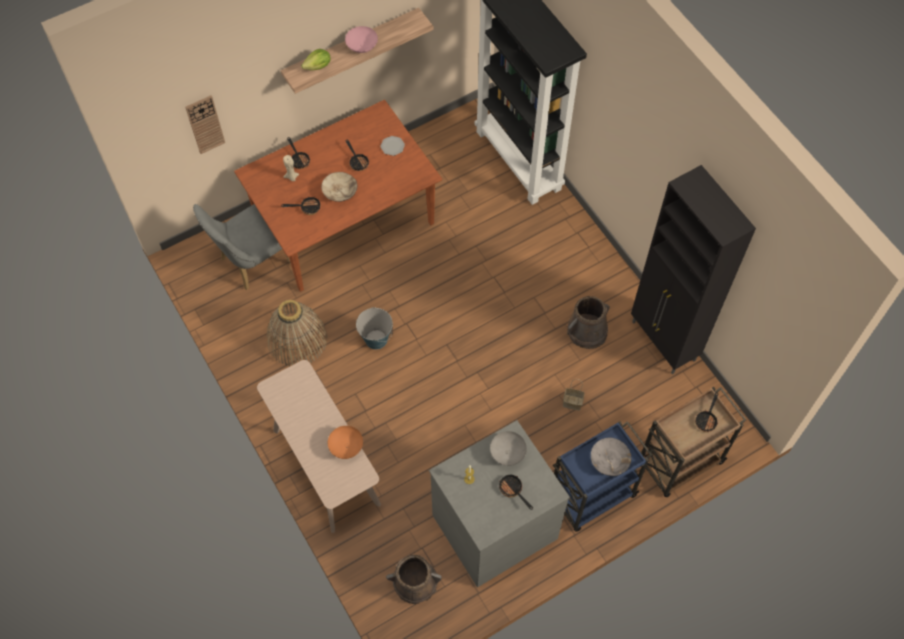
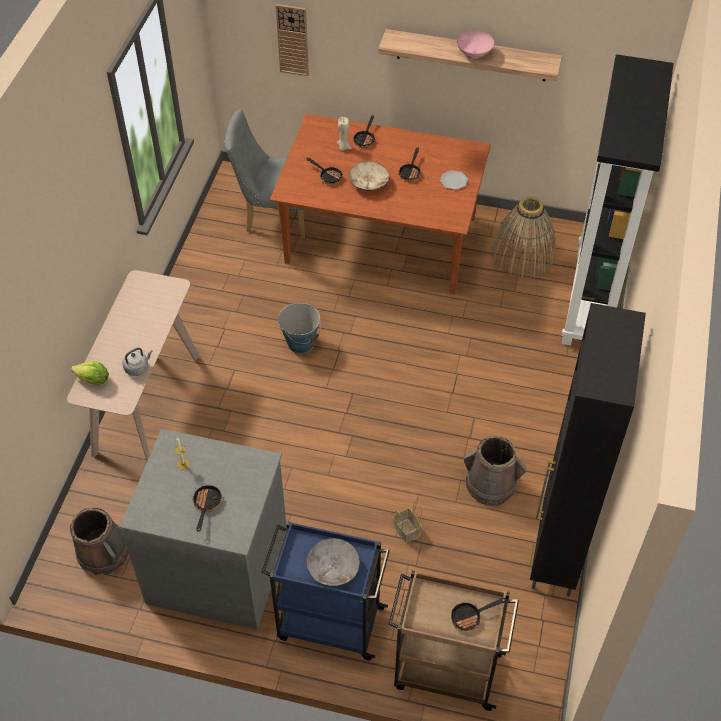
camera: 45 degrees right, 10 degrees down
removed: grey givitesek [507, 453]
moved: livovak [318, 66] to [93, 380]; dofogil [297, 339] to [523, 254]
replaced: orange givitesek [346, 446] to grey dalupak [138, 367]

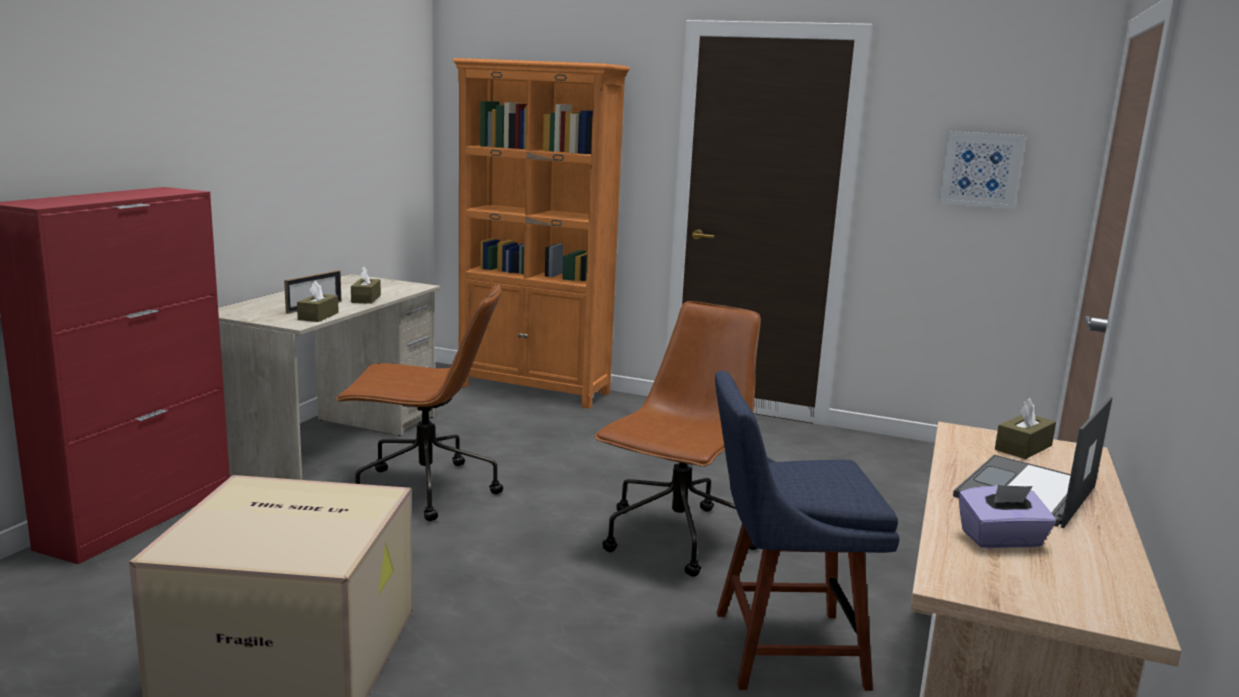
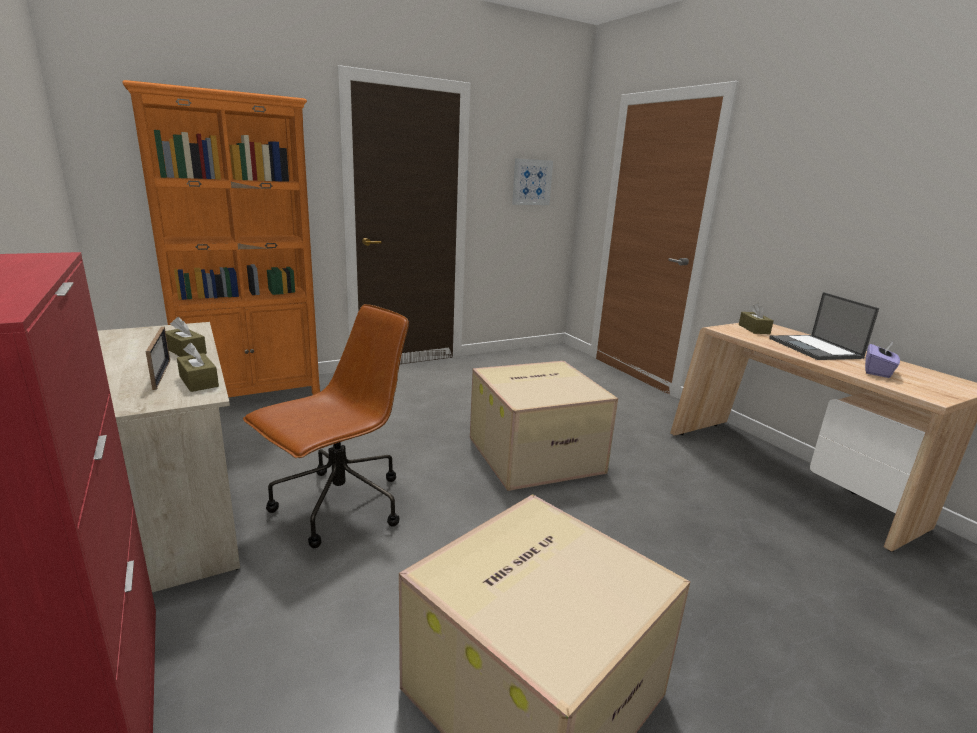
camera: 50 degrees left, 5 degrees up
removed: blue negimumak [779, 649]
replaced: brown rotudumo [676, 539] to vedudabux [535, 453]

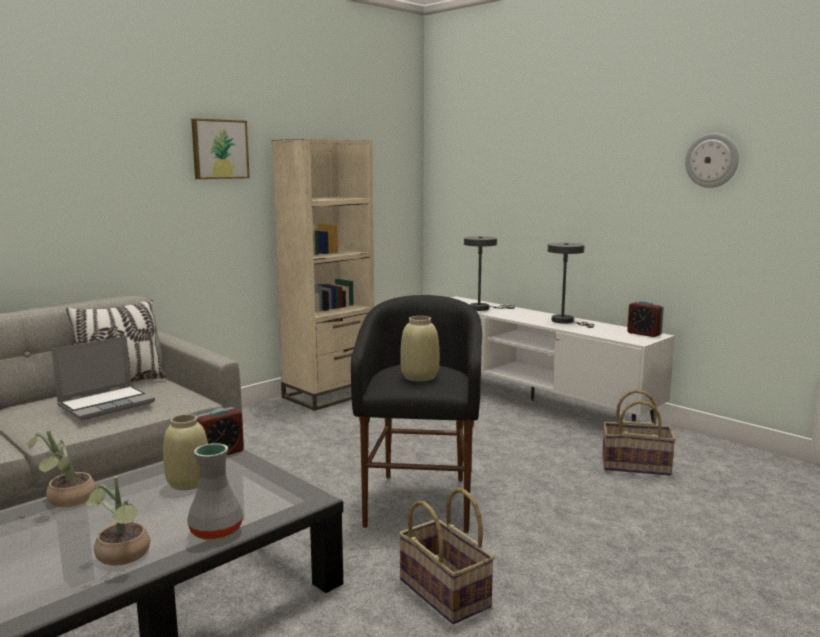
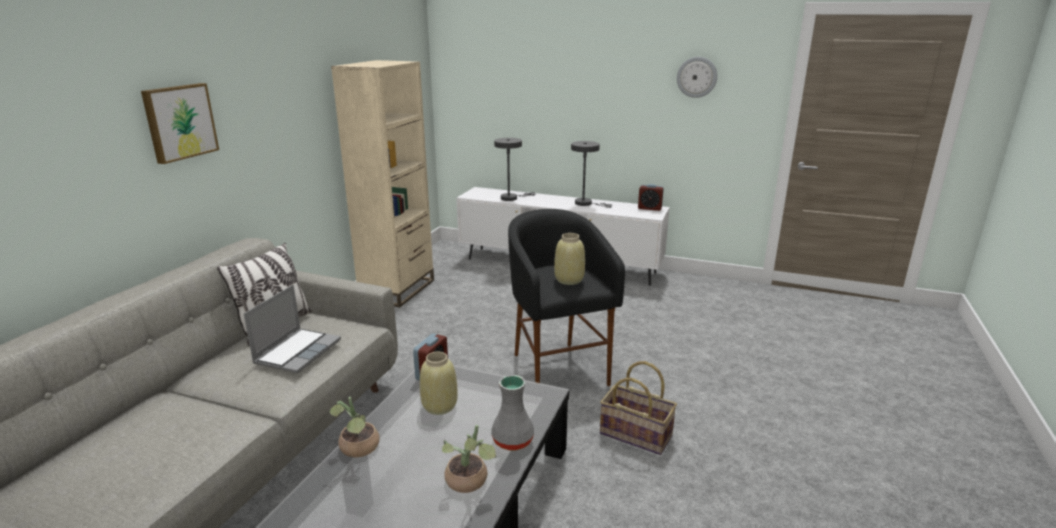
camera: 25 degrees left, 10 degrees up
removed: dofogil [636, 465]
moved: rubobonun [219, 149] to [179, 122]

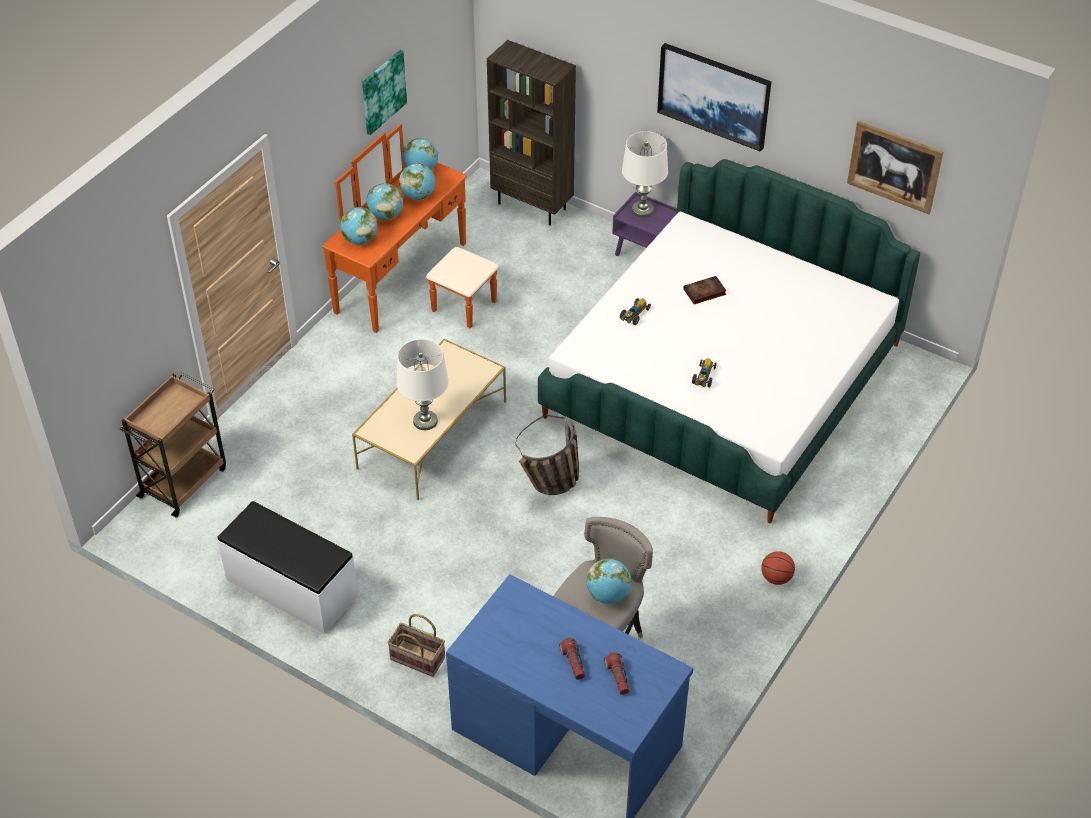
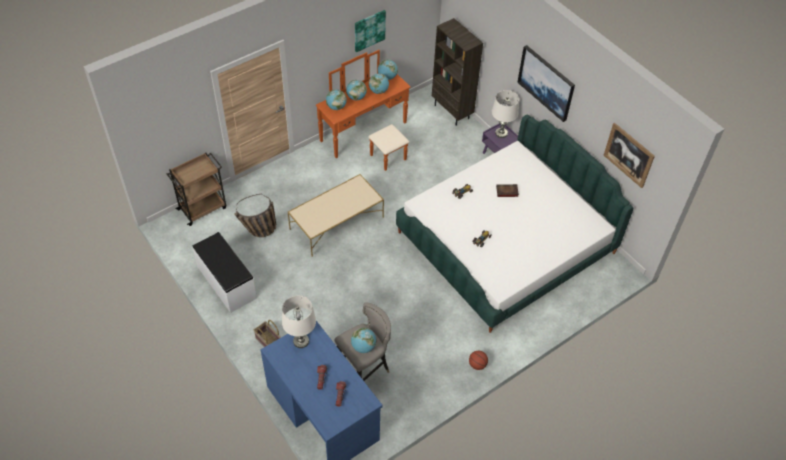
camera: 20 degrees right, 5 degrees up
moved: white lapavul [425, 421] to [301, 341]; dofogil [551, 487] to [258, 232]

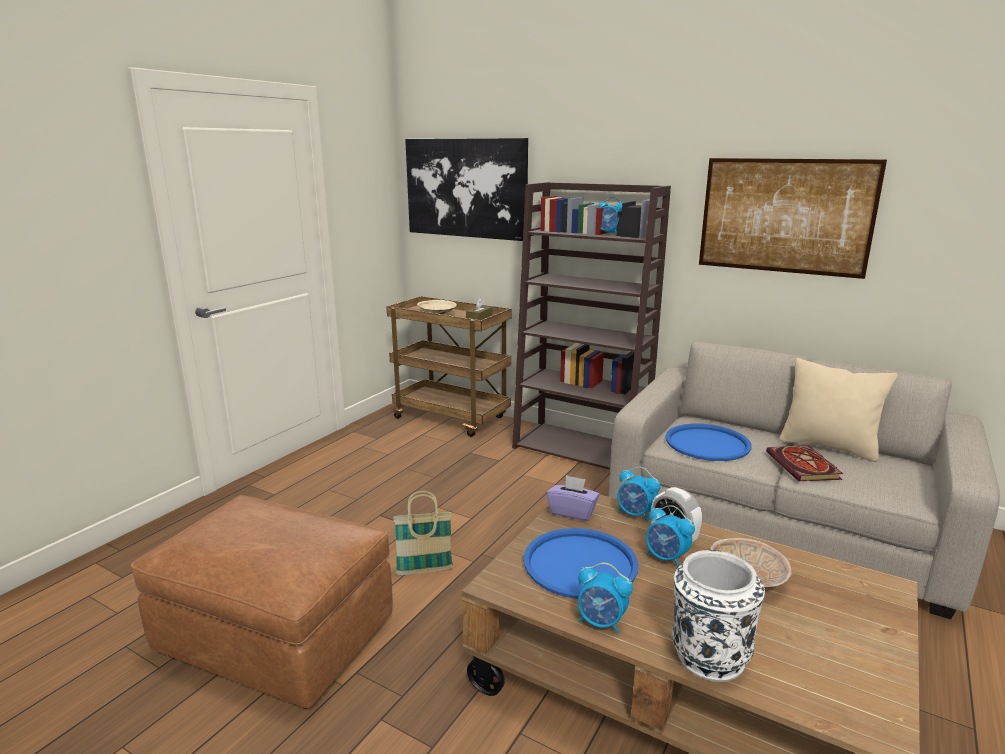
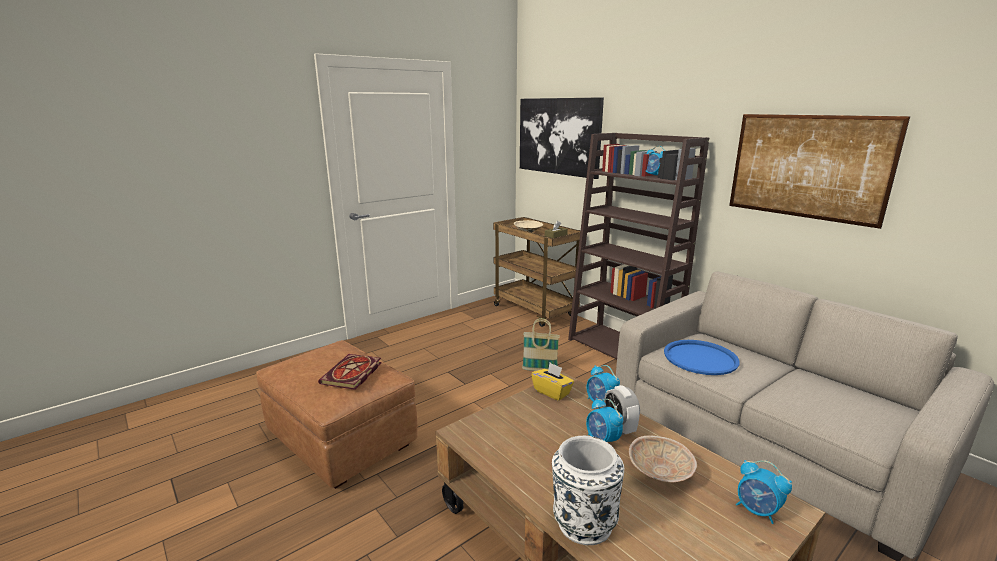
camera: 20 degrees right, 0 degrees up
removed: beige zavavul [828, 446]; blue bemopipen [580, 564]
moved: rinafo [805, 467] to [352, 374]; dofogil [424, 570] to [540, 370]; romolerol [601, 623] to [757, 511]
recoloured: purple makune [572, 512] to yellow makune [552, 392]

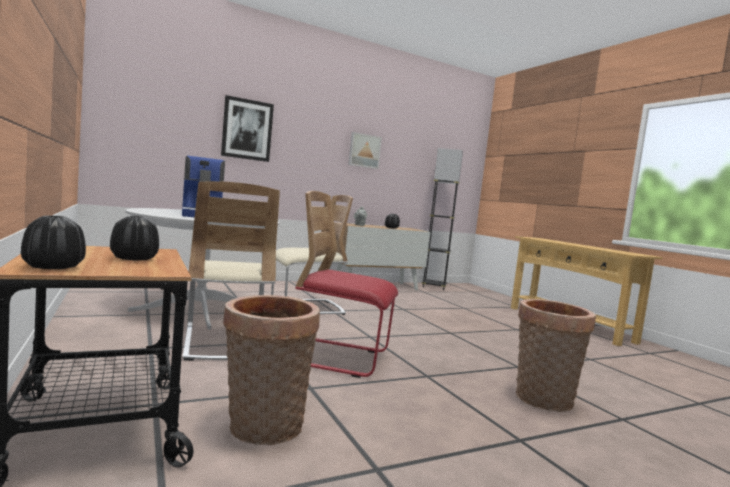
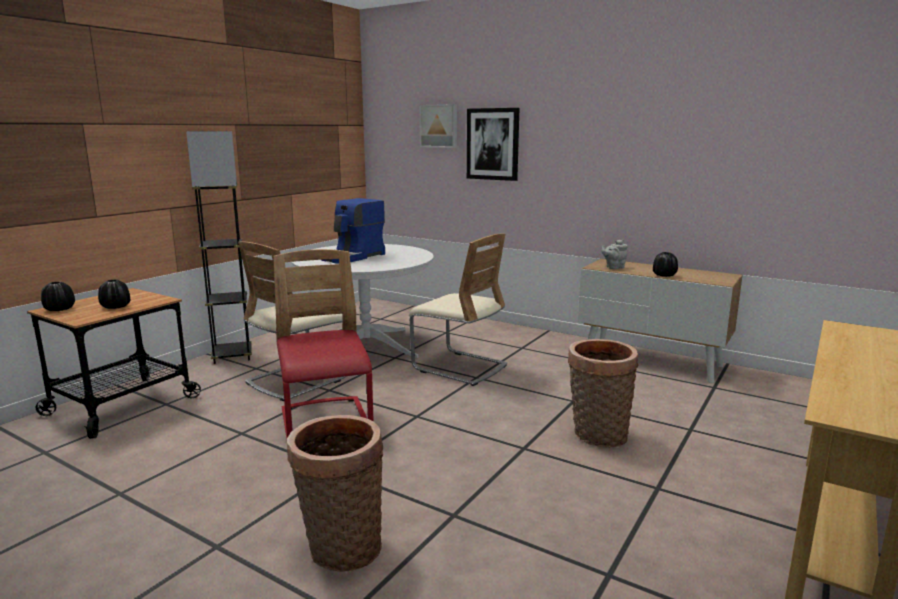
camera: 60 degrees right, 10 degrees up
moved: rubobonun [364, 151] to [439, 126]; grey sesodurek [433, 287] to [232, 356]; dofogil [263, 430] to [597, 436]

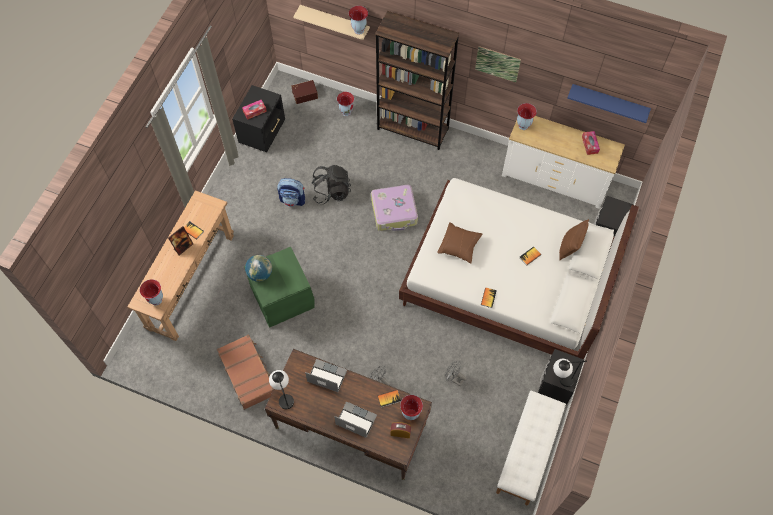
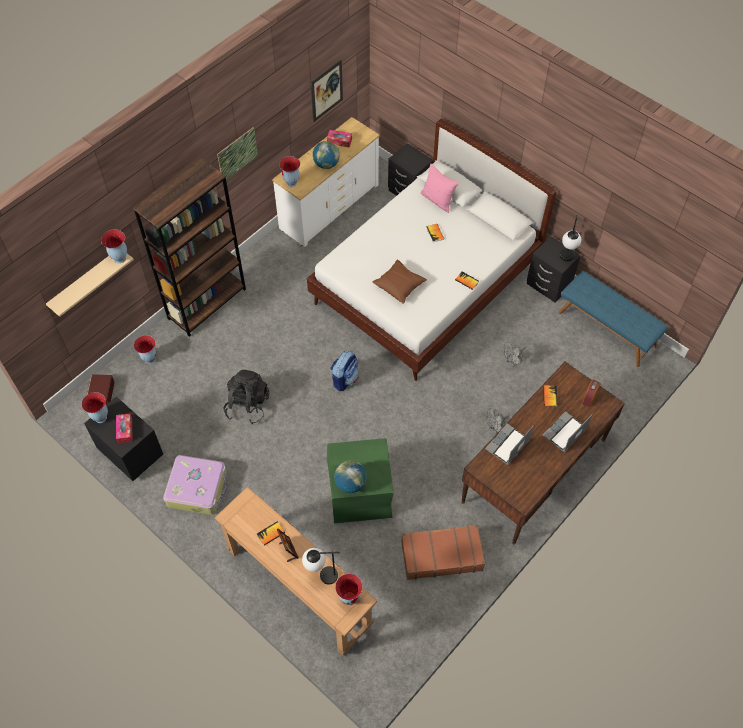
camera: 70 degrees left, 5 degrees down
added: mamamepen [326, 164]
moved: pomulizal [293, 199] to [345, 378]; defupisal [394, 212] to [198, 488]; lapavul [284, 396] to [321, 576]; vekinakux [410, 414] to [100, 418]
replaced: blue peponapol [609, 102] to rubobonun [326, 91]
recoloured: brown zavavul [570, 247] to pink zavavul [437, 200]; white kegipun [527, 453] to blue kegipun [607, 329]

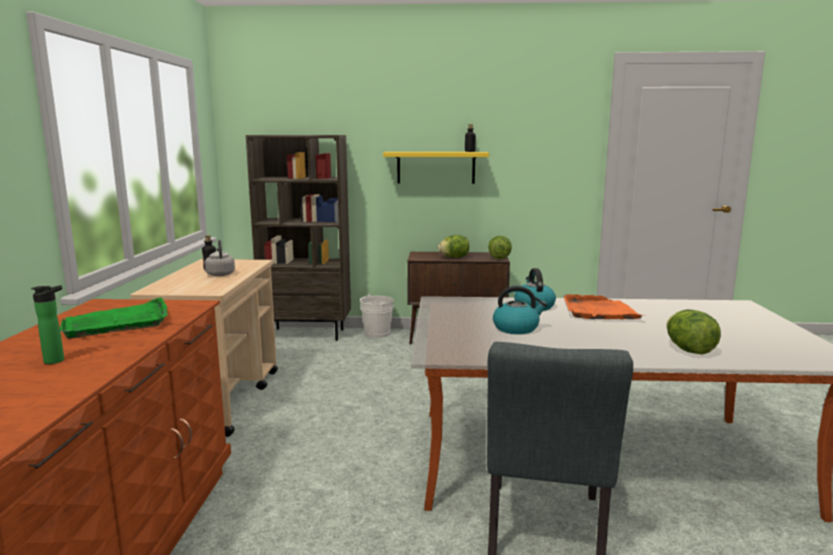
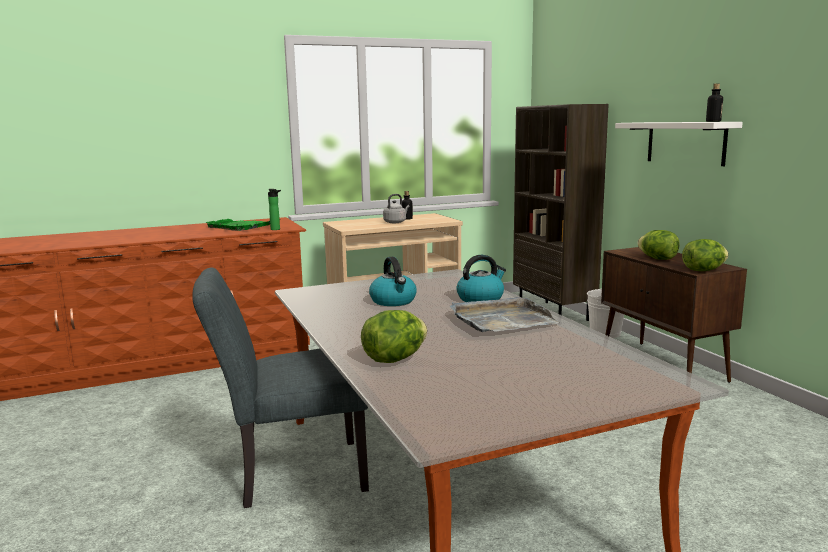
camera: 65 degrees right, 0 degrees up
moved: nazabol [57, 360] to [276, 229]
recoloured: yellow peponapol [436, 167] to white peponapol [685, 142]; orange bemopipen [599, 311] to grey bemopipen [501, 320]

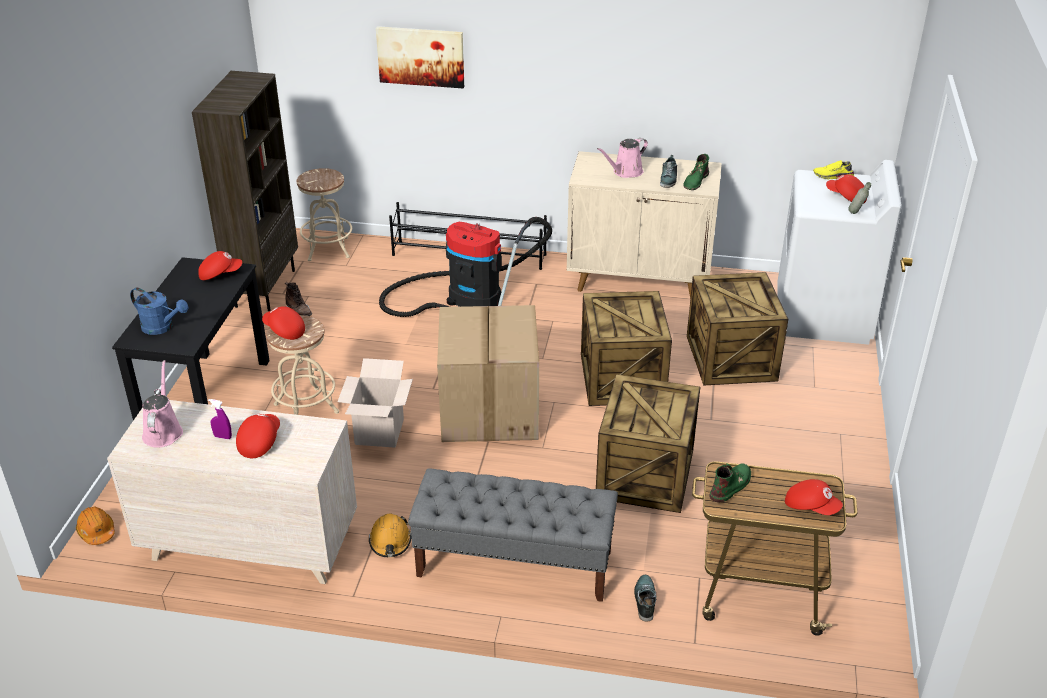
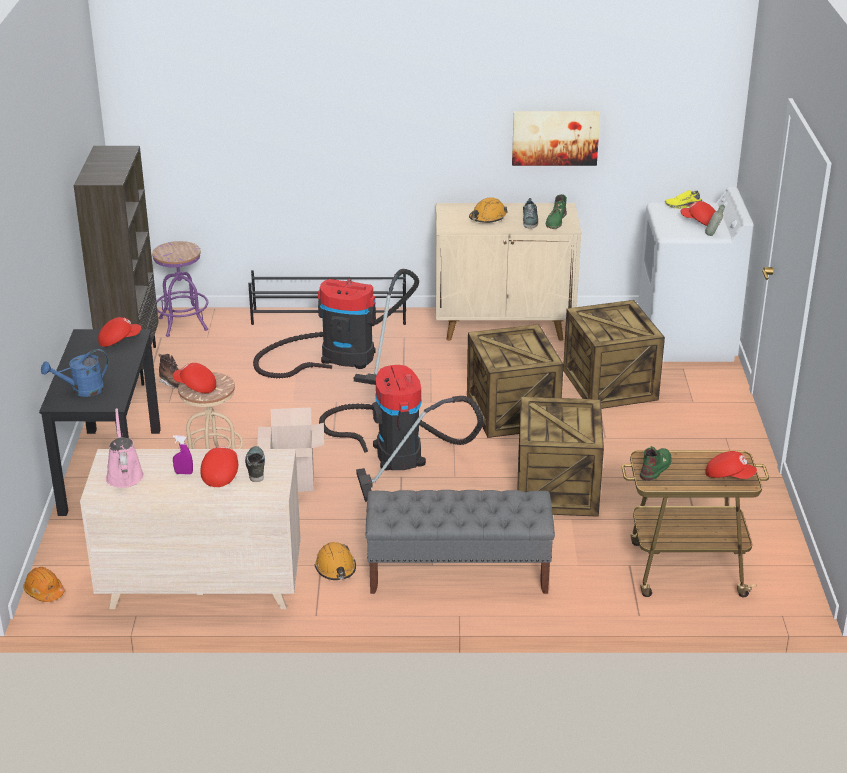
camera: 10 degrees left, 5 degrees down
moved: rubobonun [421, 56] to [555, 137]; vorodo [644, 600] to [255, 467]
replaced: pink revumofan [625, 172] to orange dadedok [487, 218]; vedudabux [491, 411] to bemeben [395, 451]
recoloured: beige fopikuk [328, 249] to purple fopikuk [183, 324]
turned: blue revumofan [162, 327] = [82, 390] 135 degrees clockwise

